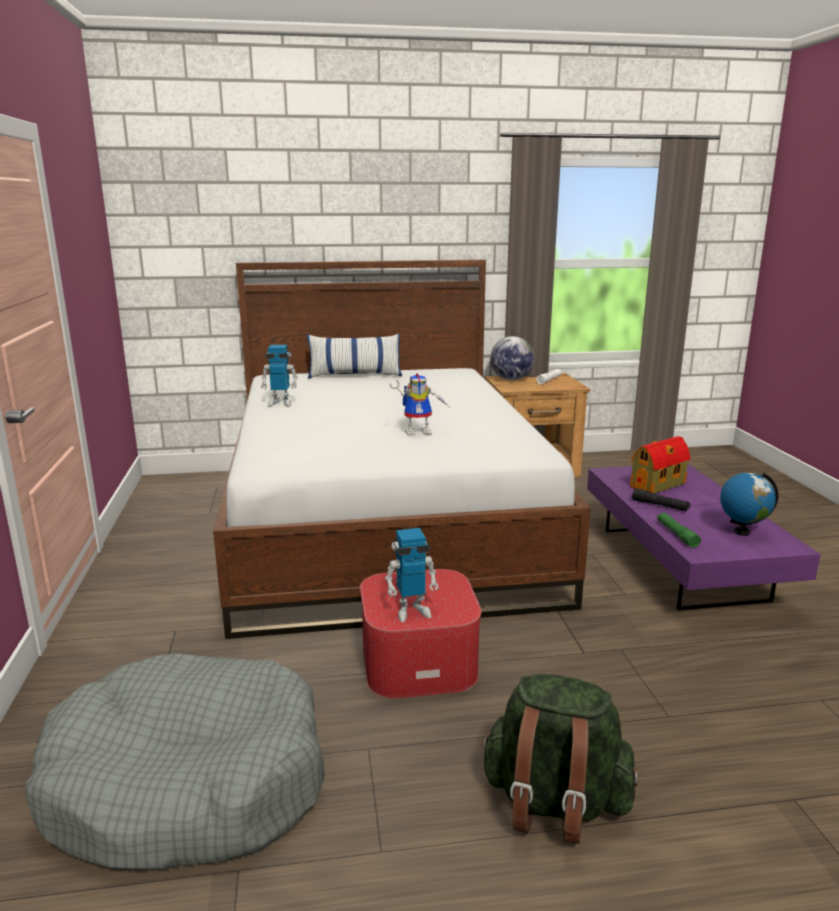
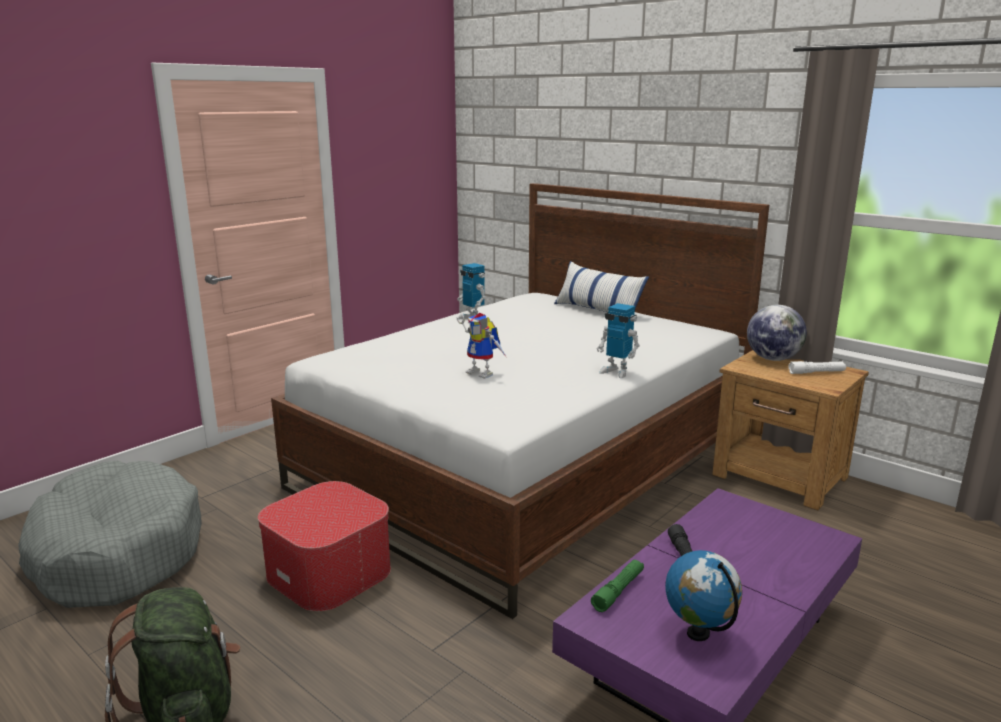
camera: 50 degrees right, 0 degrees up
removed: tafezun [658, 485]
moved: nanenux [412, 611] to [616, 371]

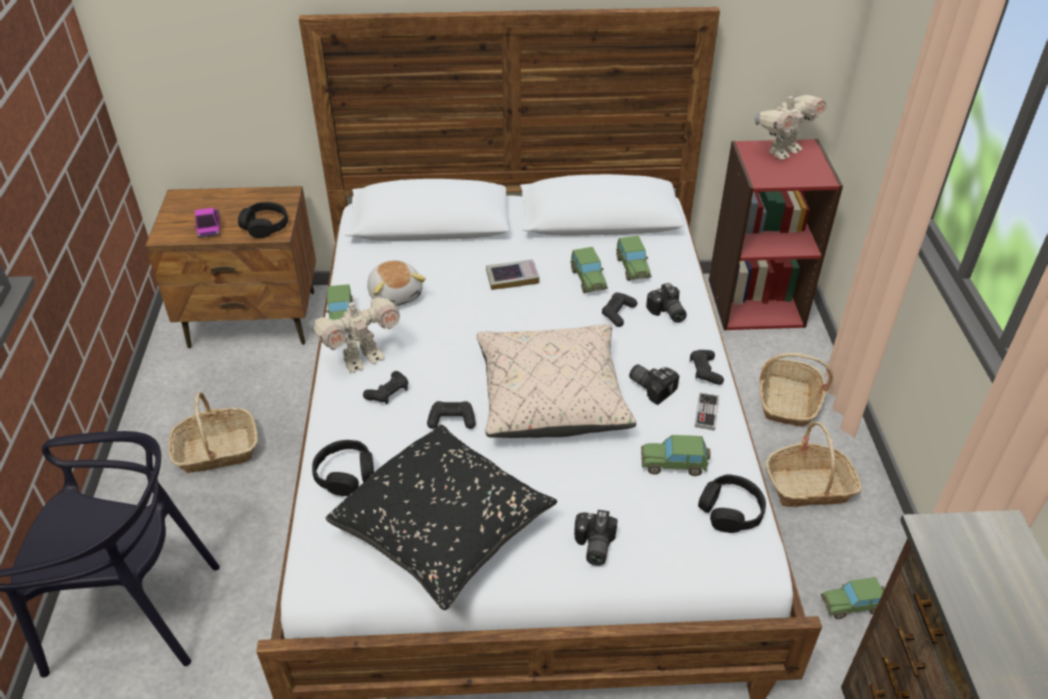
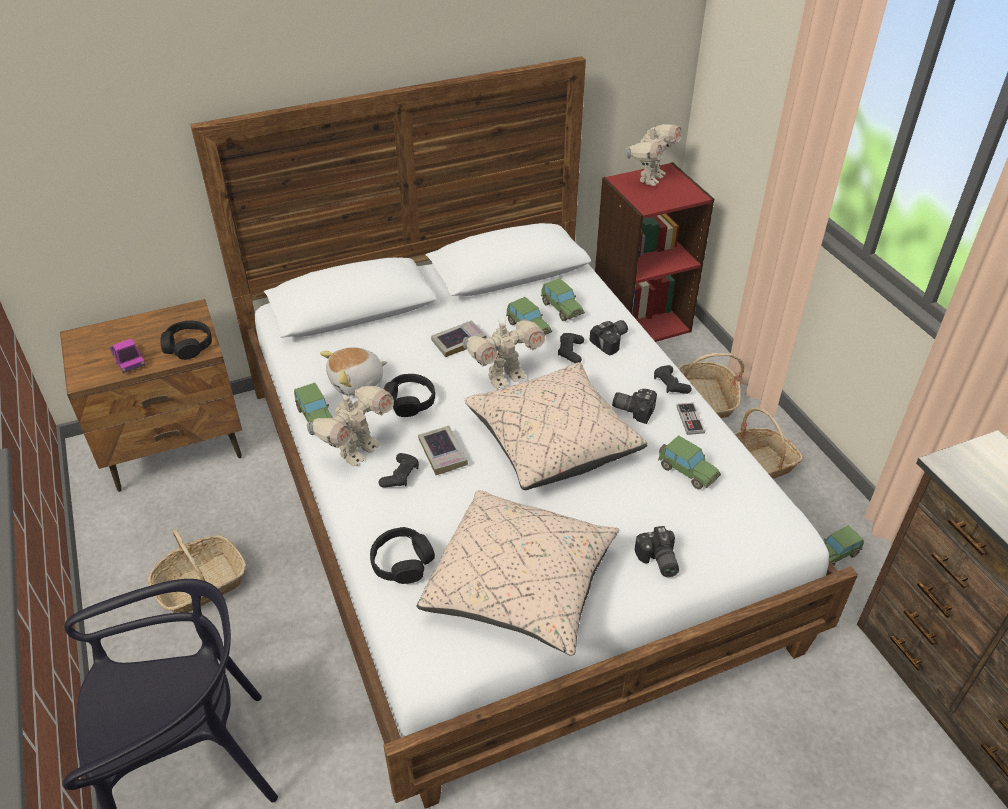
camera: 20 degrees left, 0 degrees up
removed: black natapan [452, 420]
added: nanenux [504, 377]; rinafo [443, 453]
moved: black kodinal [730, 510] to [409, 401]
recoloured: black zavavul [444, 530] to beige zavavul [520, 586]
turned: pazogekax [396, 295] = [357, 382] 105 degrees clockwise; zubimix [666, 313] = [612, 342] 90 degrees counterclockwise; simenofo [674, 464] = [687, 471] 120 degrees counterclockwise

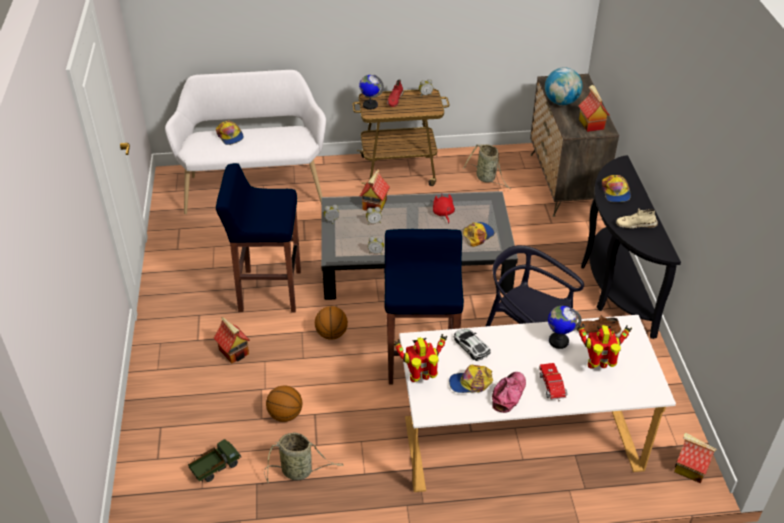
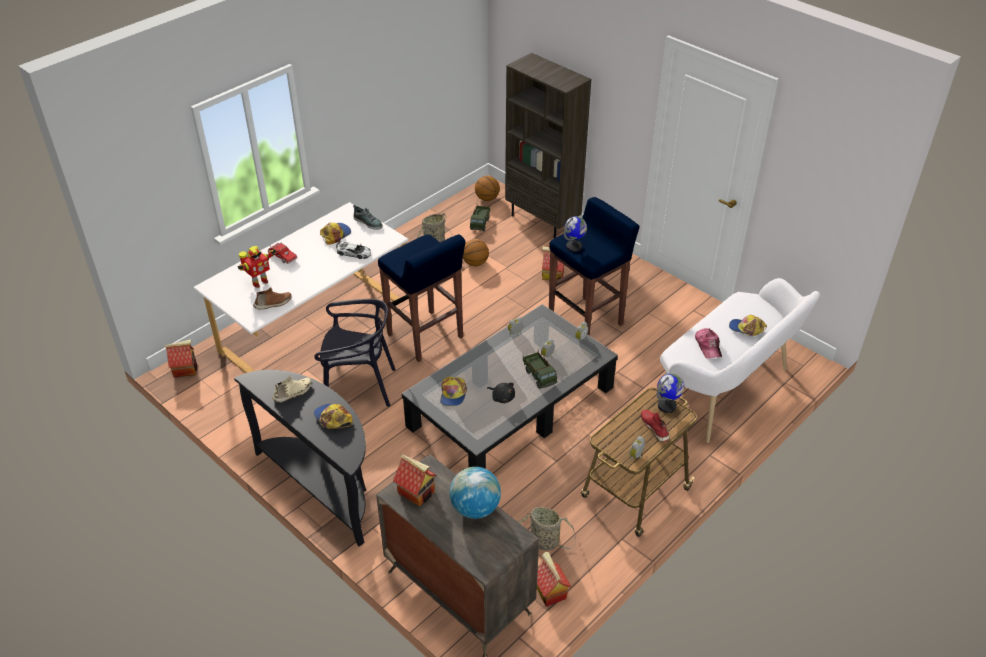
camera: 140 degrees right, 0 degrees up
added: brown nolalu [543, 221]; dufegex [539, 376]
moved: tafezun [375, 205] to [549, 591]; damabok [331, 334] to [487, 198]; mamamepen [558, 341] to [574, 247]; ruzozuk [508, 394] to [708, 346]
replaced: nanenux [420, 378] to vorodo [368, 222]
recoloured: red pazogekax [443, 214] to black pazogekax [502, 397]

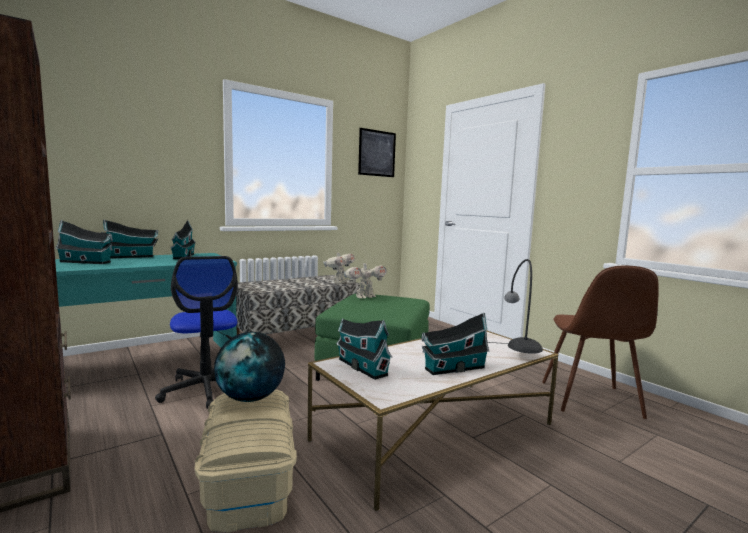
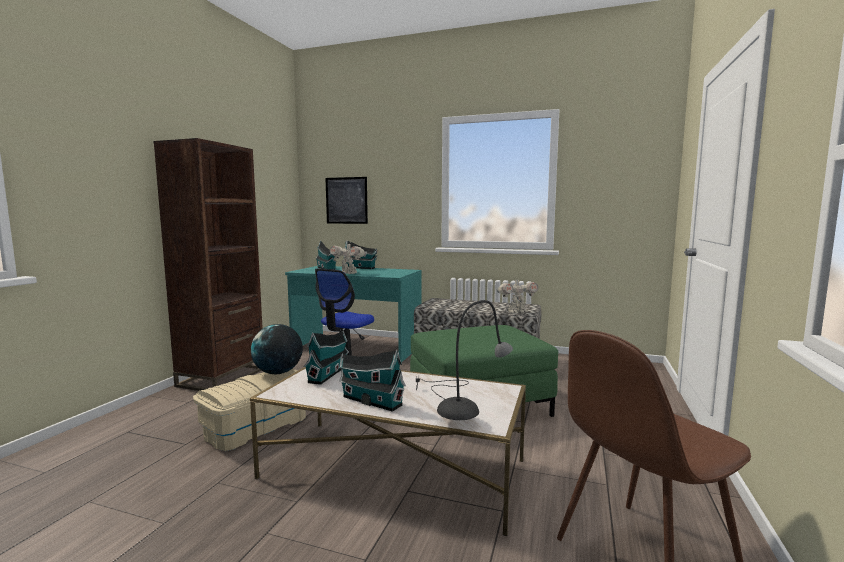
camera: 55 degrees right, 0 degrees up
removed: tafezun [183, 256]
moved: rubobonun [377, 153] to [346, 200]; nanenux [364, 297] to [348, 273]

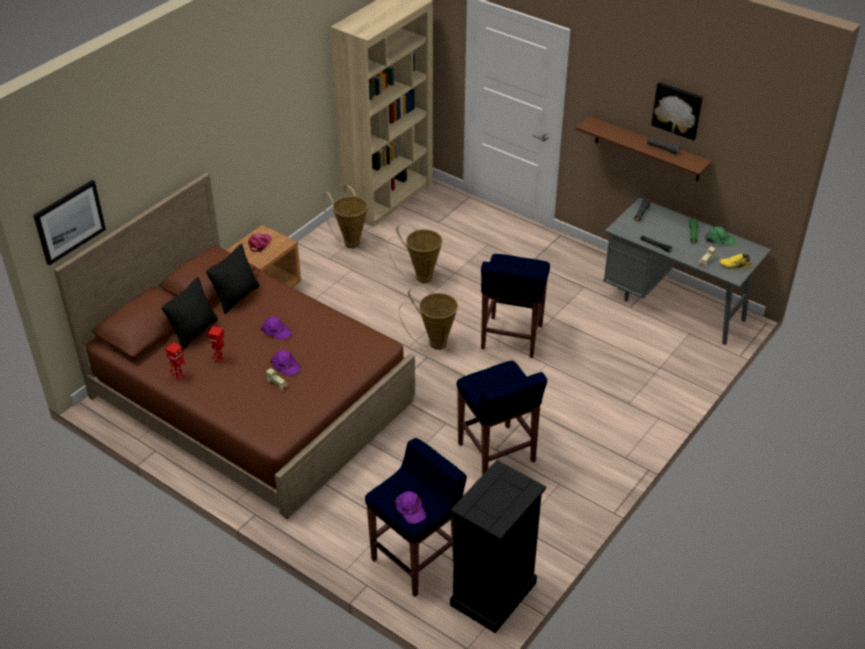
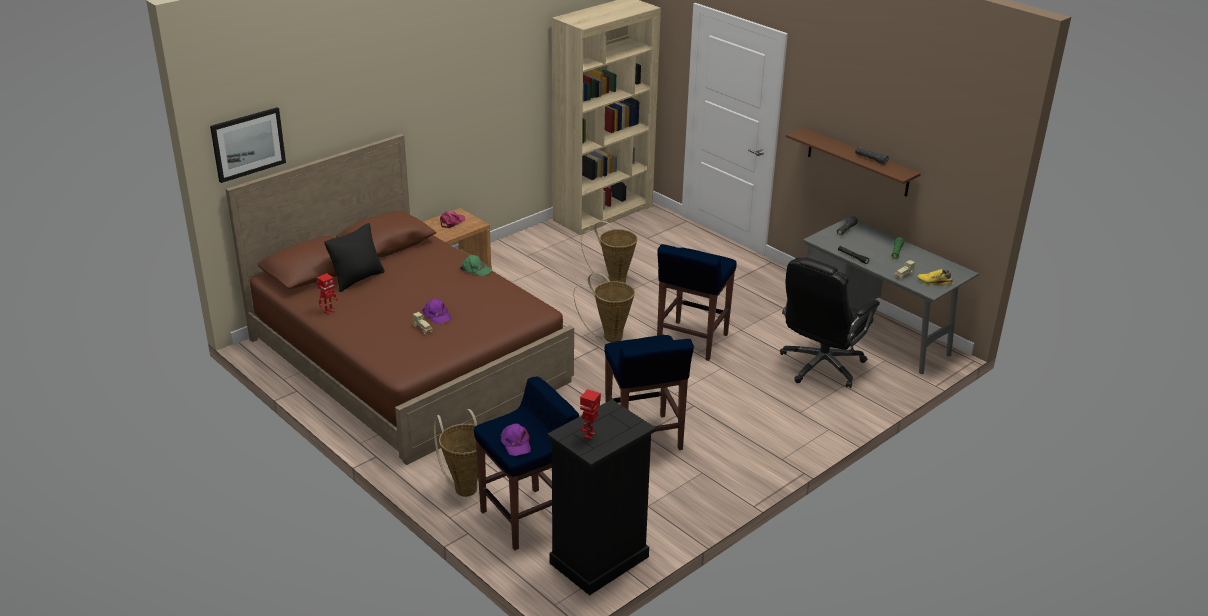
camera: 10 degrees right, 10 degrees down
removed: rubobonun [677, 110]; black zavavul [236, 297]; purple ruzozuk [276, 331]
added: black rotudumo [821, 366]
moved: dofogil [350, 241] to [465, 486]; green ruzozuk [719, 239] to [475, 269]; nanenux [220, 359] to [589, 436]

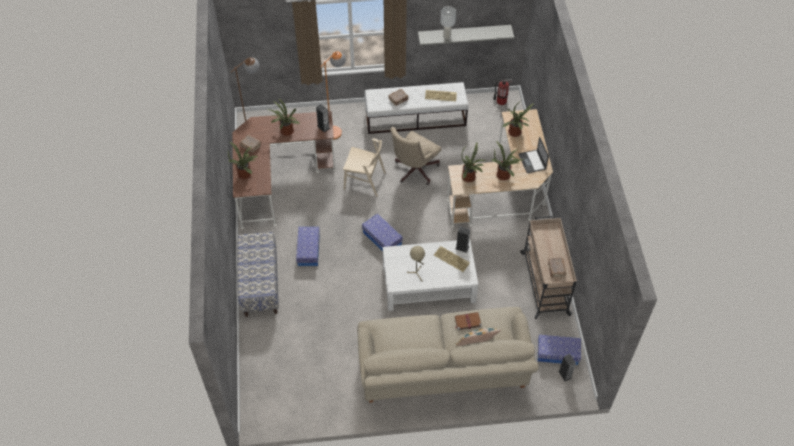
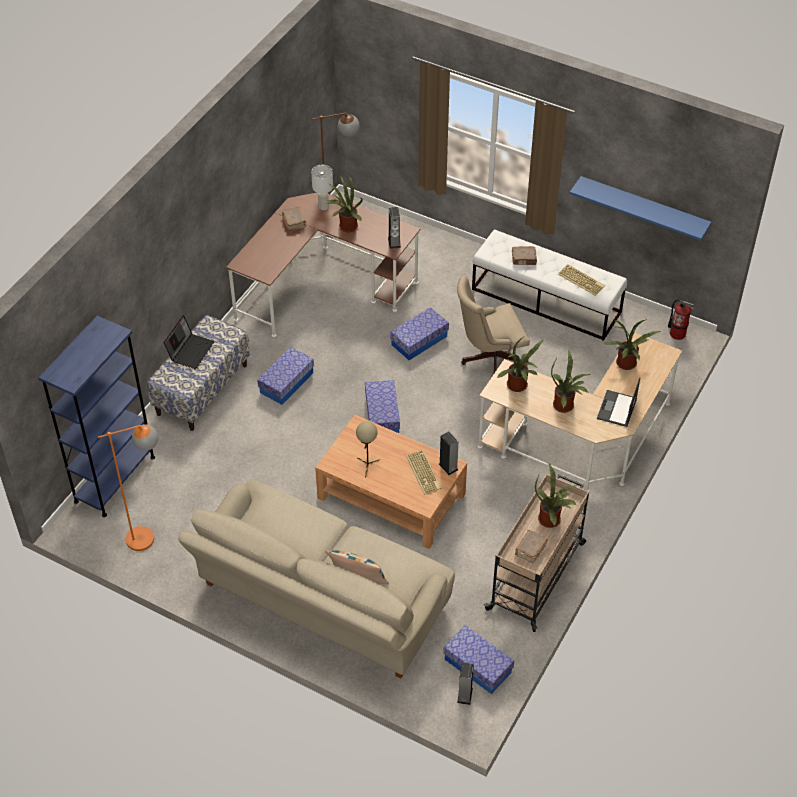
camera: 35 degrees right, 5 degrees down
removed: brown rinafo [467, 321]
added: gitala [190, 350]; blue nolalu [115, 479]
moved: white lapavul [447, 36] to [323, 207]; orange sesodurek [337, 129] to [150, 536]; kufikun [246, 174] to [551, 519]
replaced: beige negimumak [364, 181] to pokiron [419, 341]
recoloured: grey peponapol [464, 34] to blue peponapol [643, 207]; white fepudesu [428, 284] to brown fepudesu [390, 496]

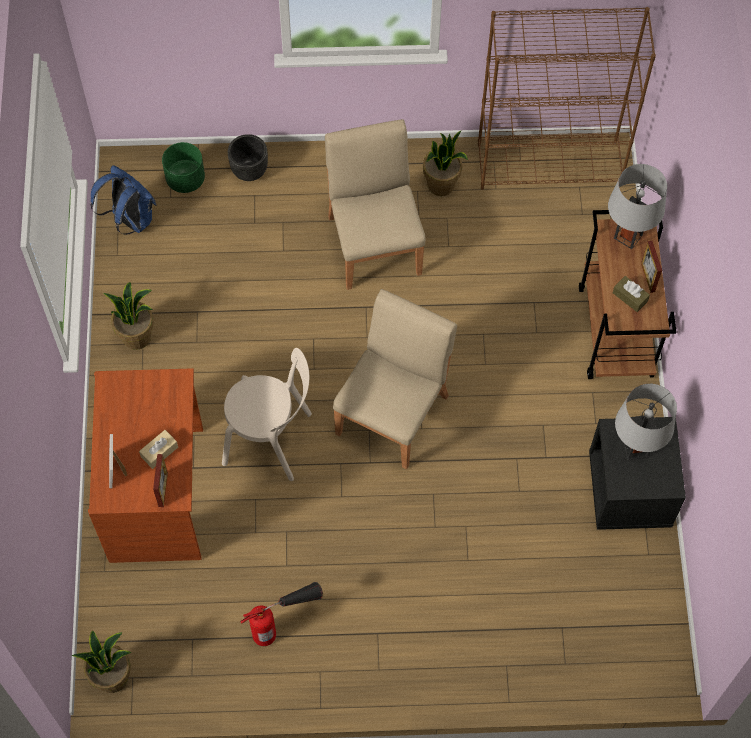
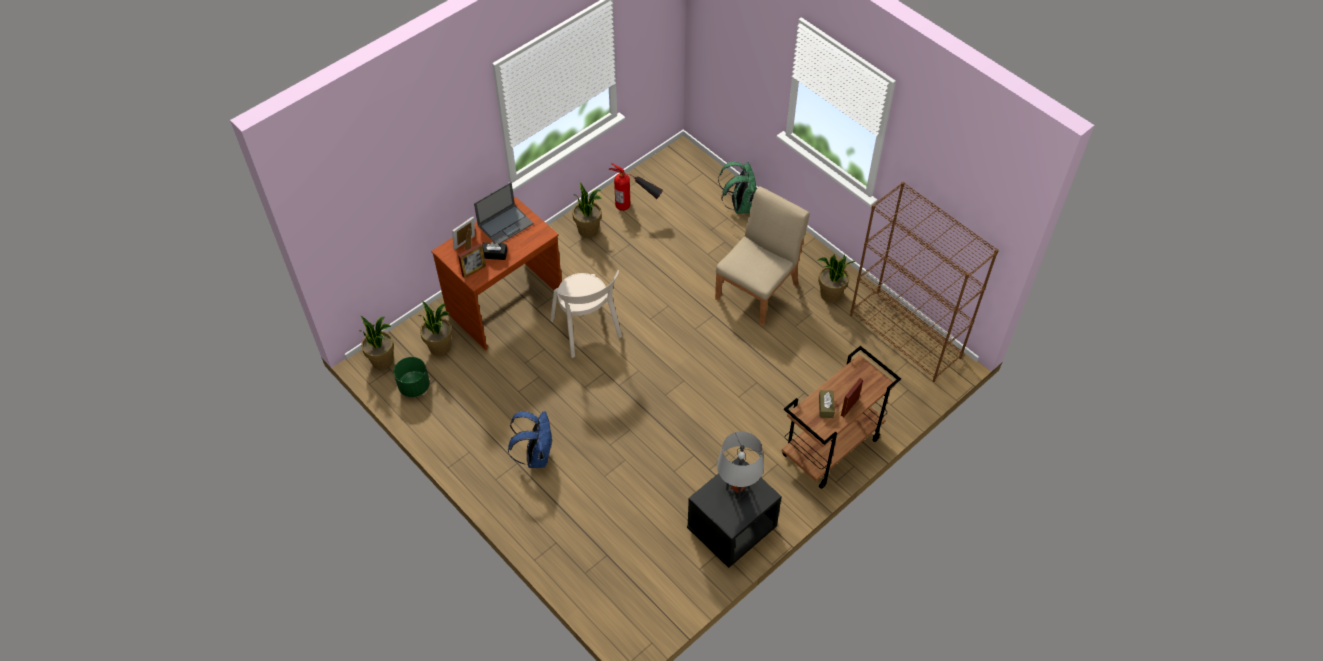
camera: 50 degrees right, 10 degrees down
removed: grey lapavul [628, 236]; beige negimumak [393, 413]
added: gitala [506, 224]; kufikun [440, 346]
moved: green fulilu [185, 179] to [414, 386]; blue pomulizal [130, 220] to [536, 455]; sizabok [284, 624] to [636, 208]
replaced: black fulilu [249, 171] to green pomulizal [739, 205]
recoloured: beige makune [159, 452] to black makune [494, 254]

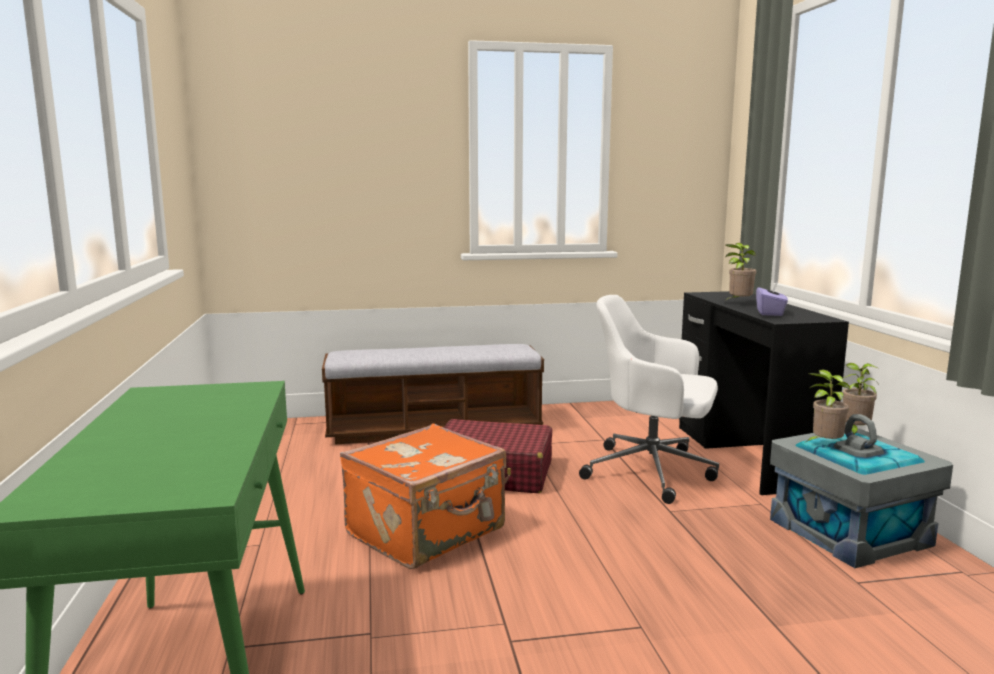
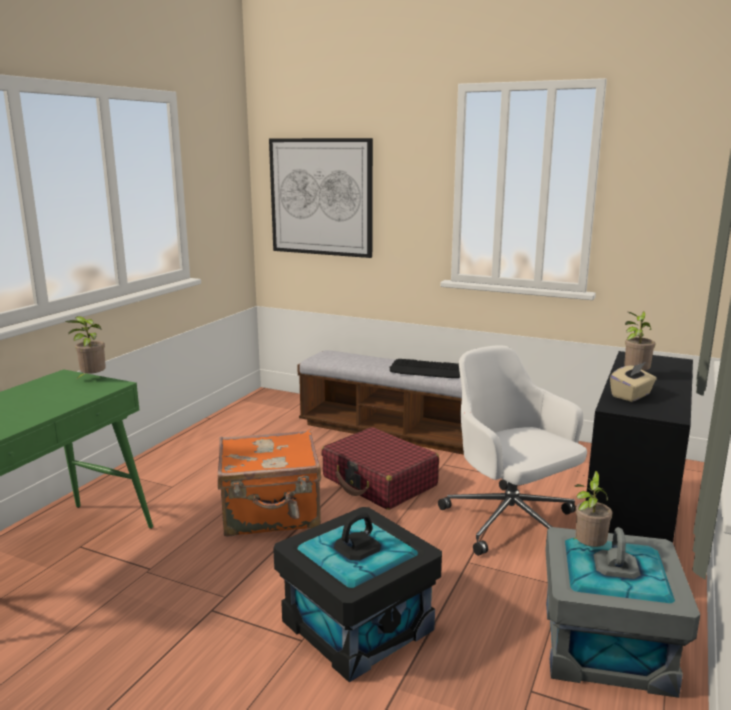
camera: 35 degrees right, 5 degrees up
added: rubobonun [321, 197]; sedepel [427, 370]; black pokiron [357, 625]
moved: kufikun [854, 432] to [92, 379]
recoloured: purple makune [770, 313] to beige makune [631, 395]

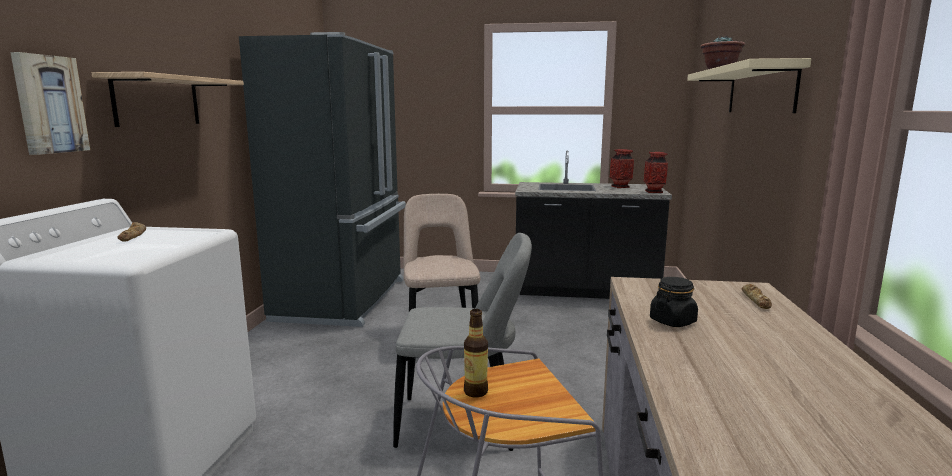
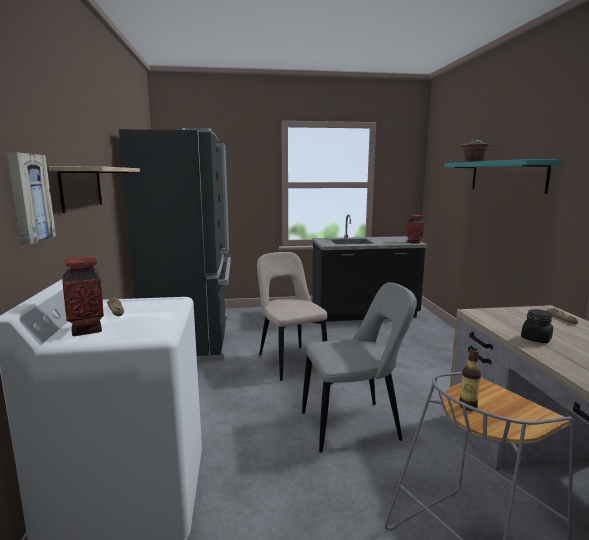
camera: 15 degrees left, 0 degrees up
moved: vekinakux [620, 187] to [87, 330]
recoloured: beige peponapol [760, 90] to turquoise peponapol [506, 176]

